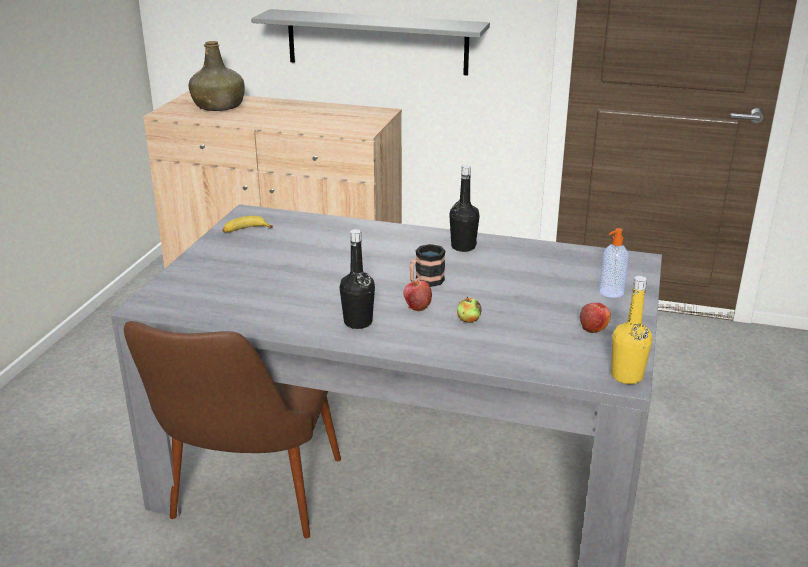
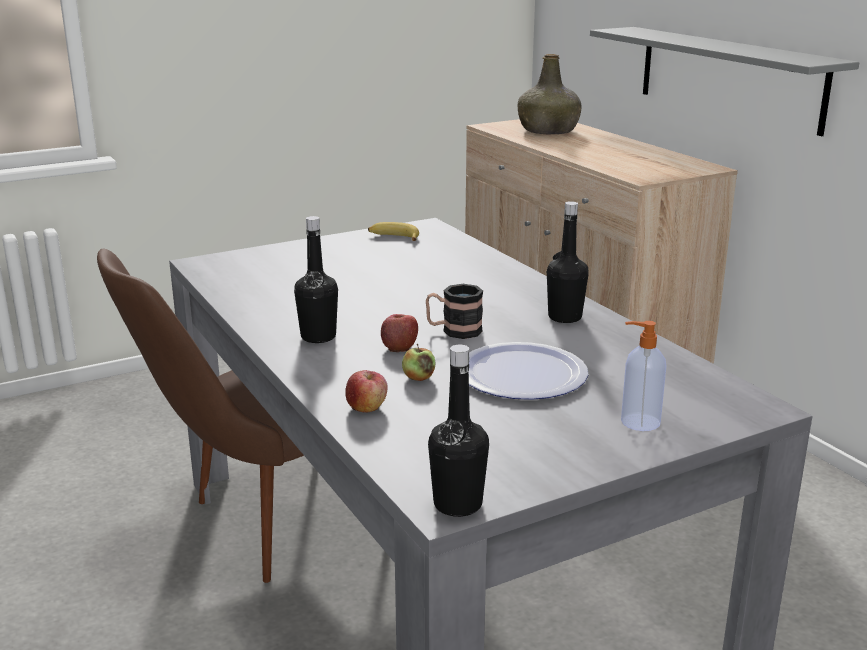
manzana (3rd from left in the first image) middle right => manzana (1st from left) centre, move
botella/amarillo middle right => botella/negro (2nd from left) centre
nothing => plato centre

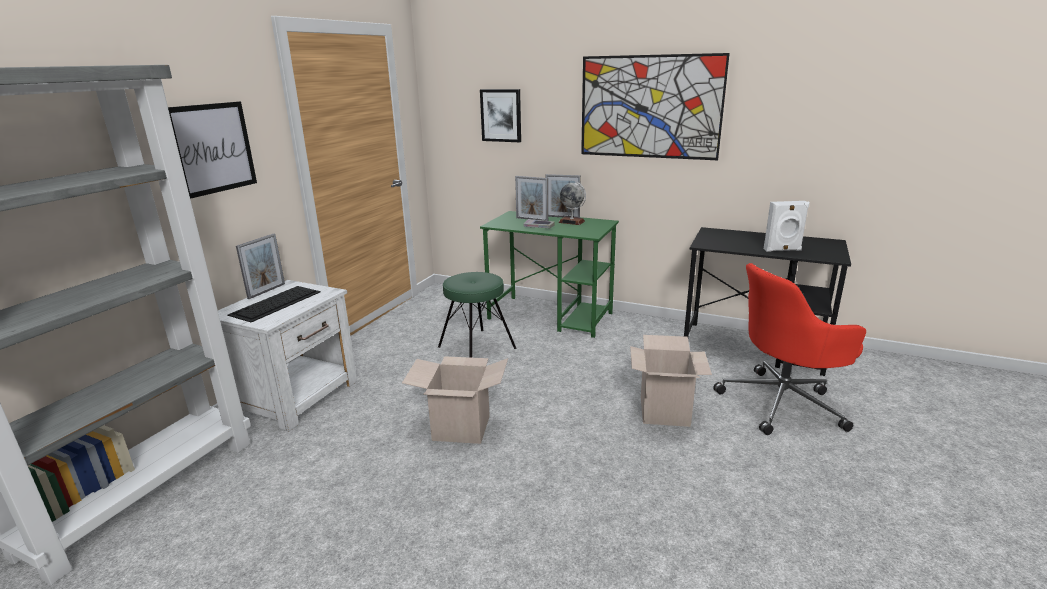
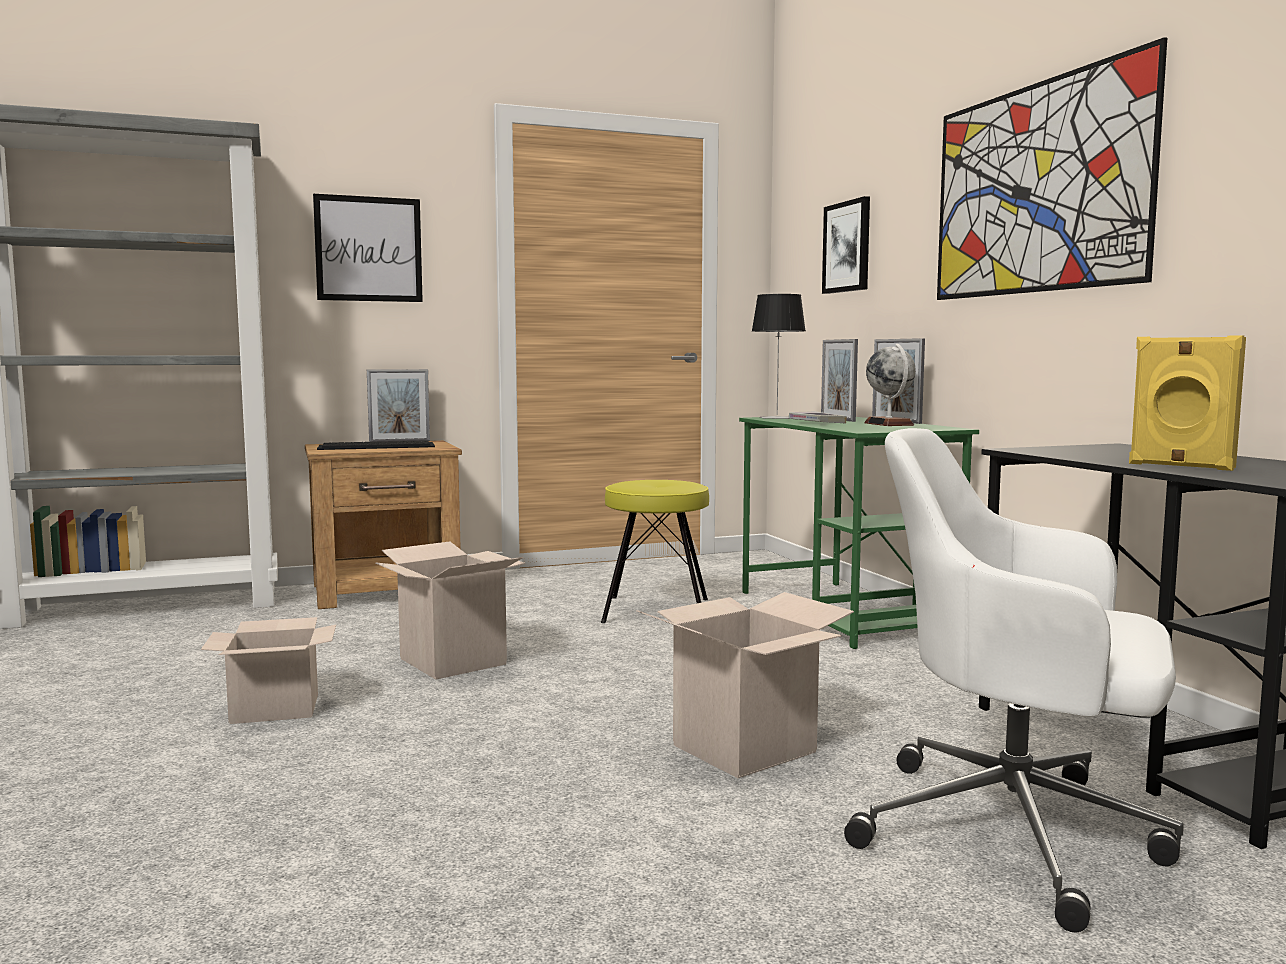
mesita de noche/blanco middle left => mesita de noche/marrón middle left
taburete/verde centre => taburete/amarillo centre
silla de oficina/rojo middle right => silla de oficina/blanco bottom right
altavoz/blanco middle right => altavoz/amarillo middle right
nothing => caja de cartón (1st from left) bottom left
nothing => lámpara de mesa centre

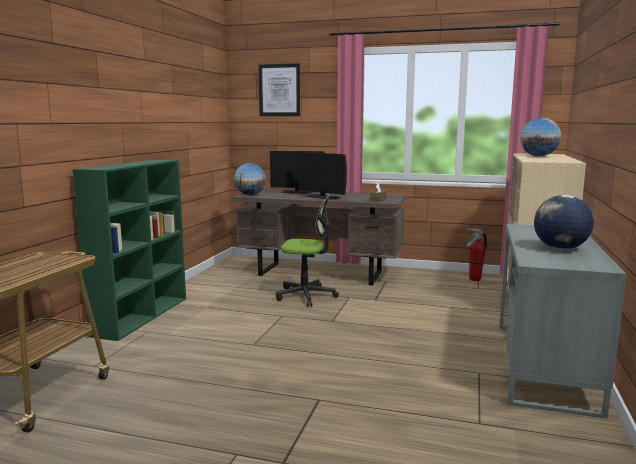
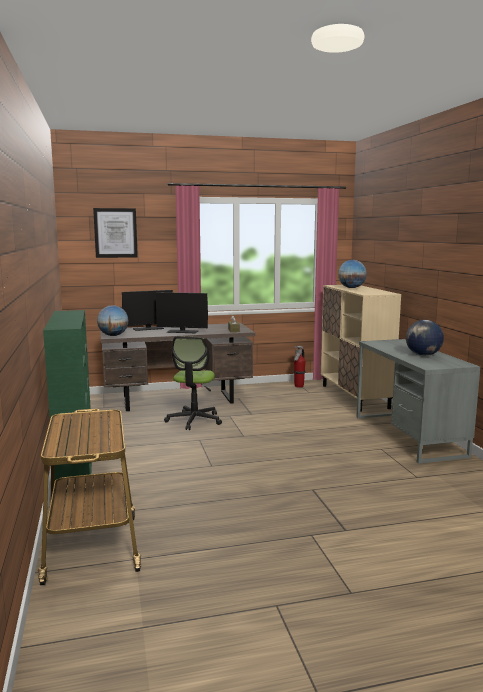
silla de oficina centre, 120 degrees clockwise

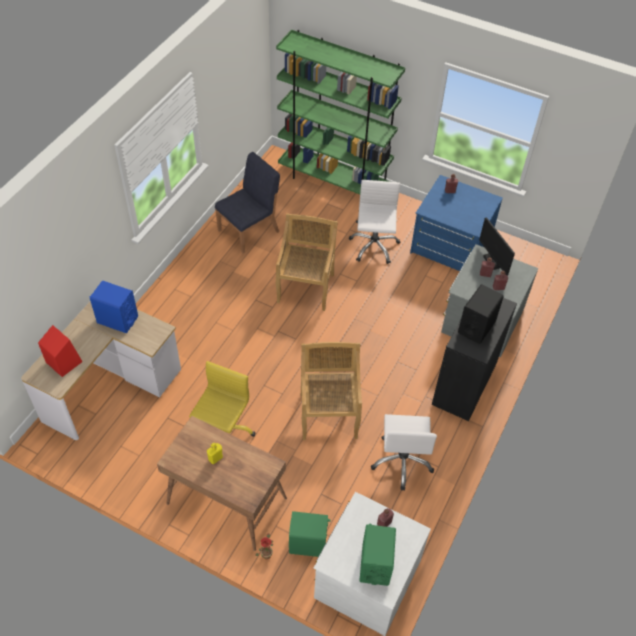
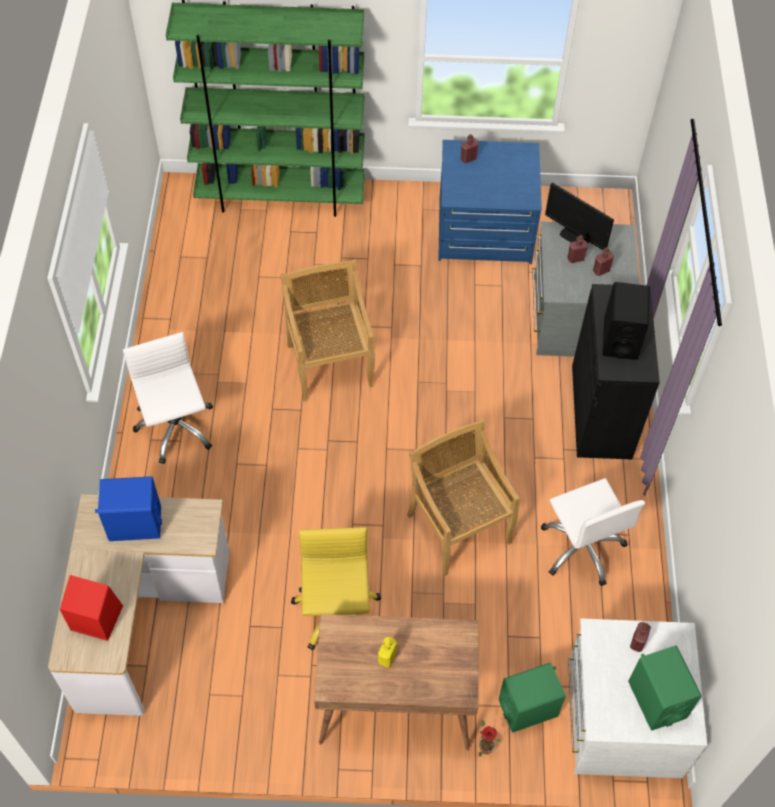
silla/azul top centre => nothing
silla de oficina/blanco (1st from left) centre => silla de oficina/blanco (1st from left) middle left, move

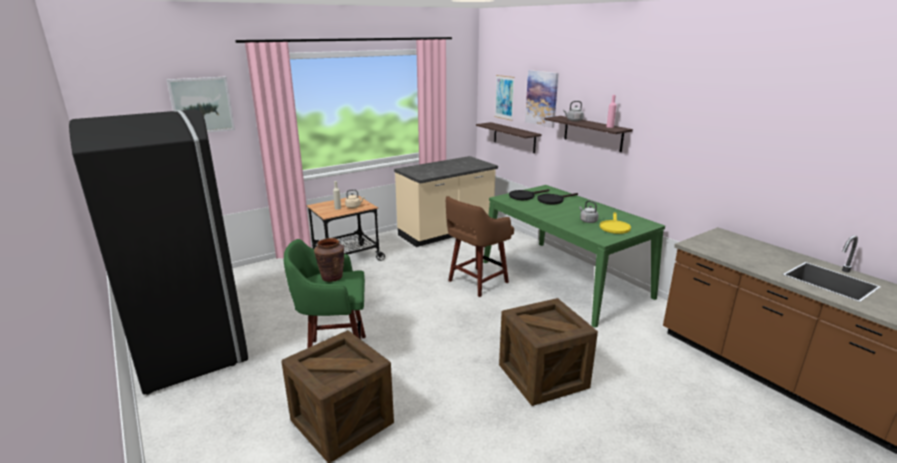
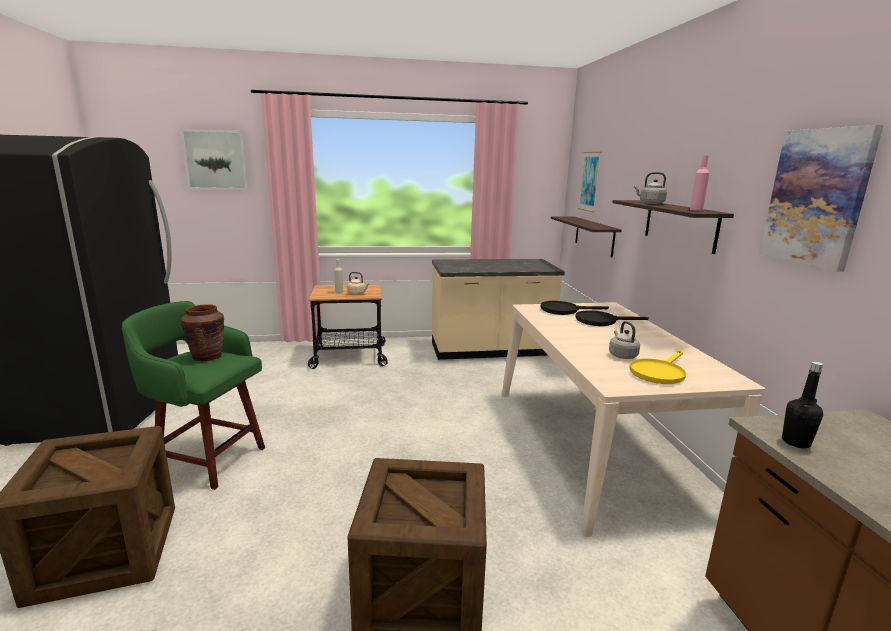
taburete/marrón centre => nothing
mesa de comedor/verde centre => mesa de comedor/beis middle right
cuadro (3rd from left) top centre => cuadro (3rd from left) top right, move
nothing => botella/negro middle right

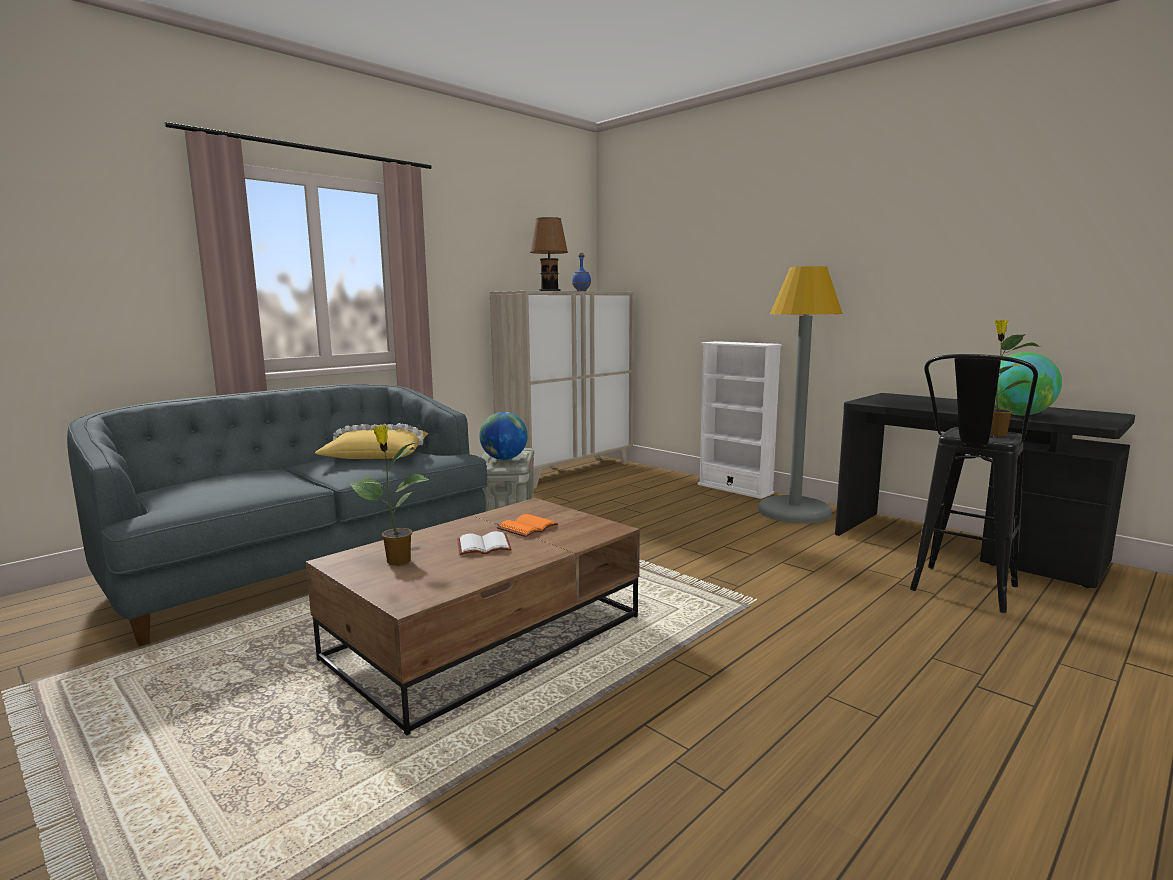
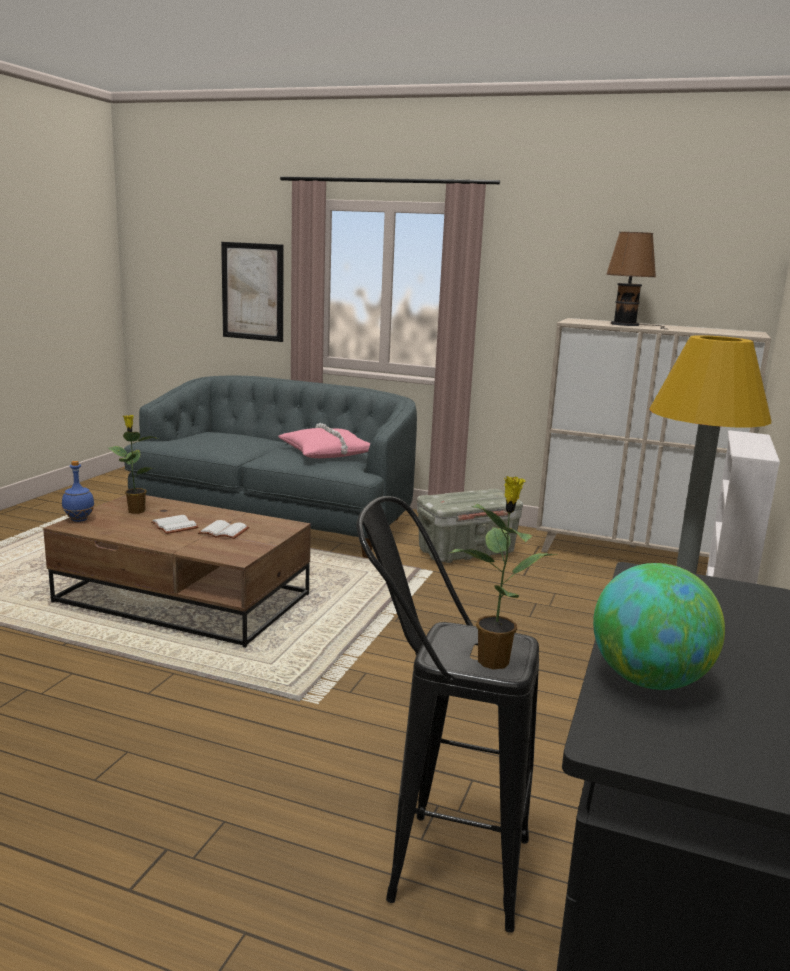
cojín/amarillo middle left => cojín/rosa centre
globo terráqueo (1st from left) centre => nothing
libro/naranja centre => libro/blanco (2nd from left) middle left
botella/azul top centre => botella/azul middle left, move
nothing => cuadro top left

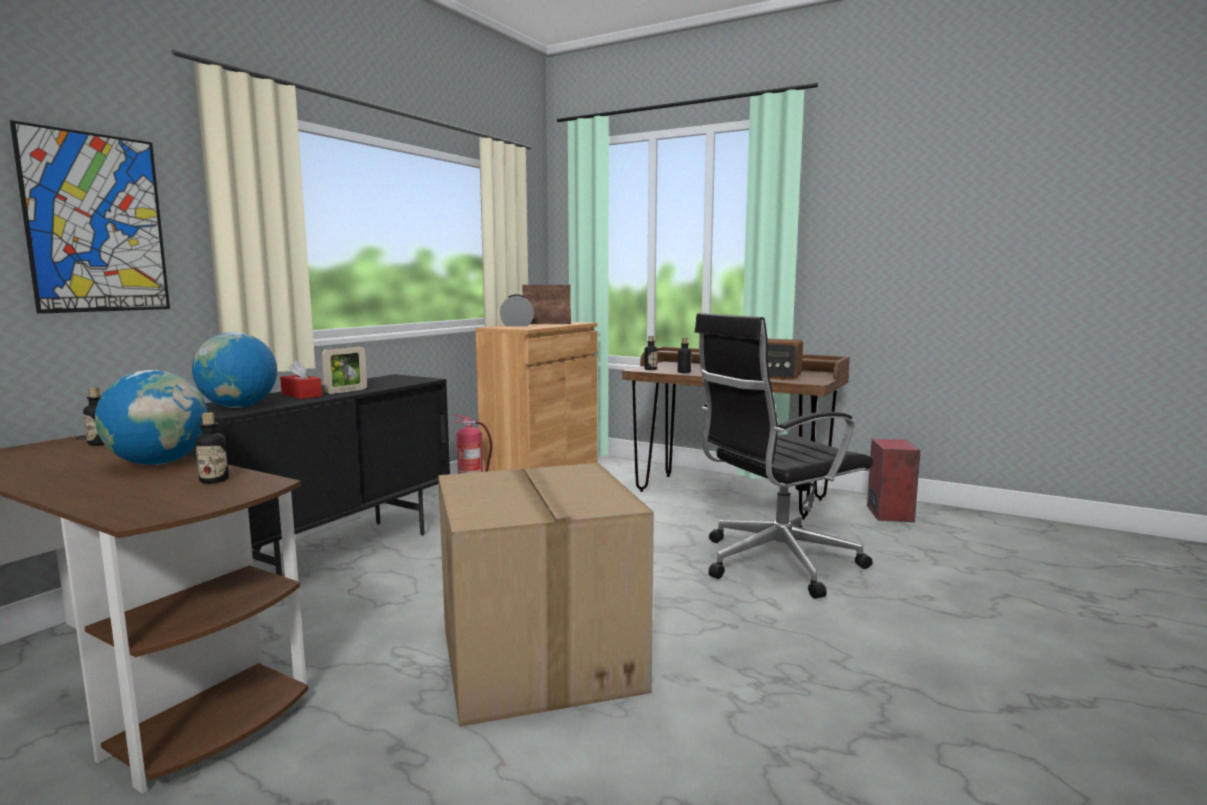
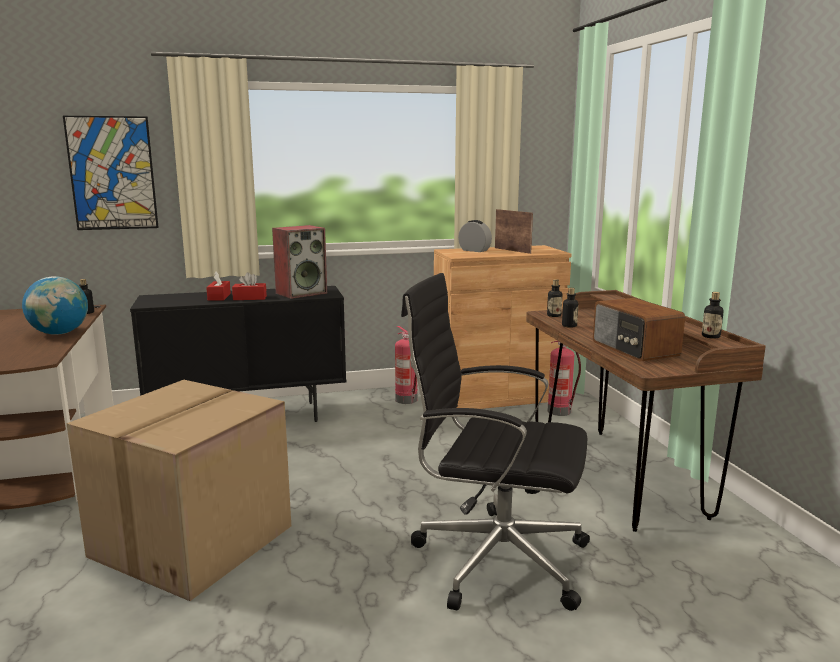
globo terráqueo (2nd from left) middle left => nothing
botella (2nd from left in the first image) middle left => botella (4th from left) middle right, move
portarretratos (1st from left) middle left => caja de pañuelos/rojo (2nd from left) middle left
altavoz middle right => altavoz centre, move
nothing => extintor (2nd from left) middle right

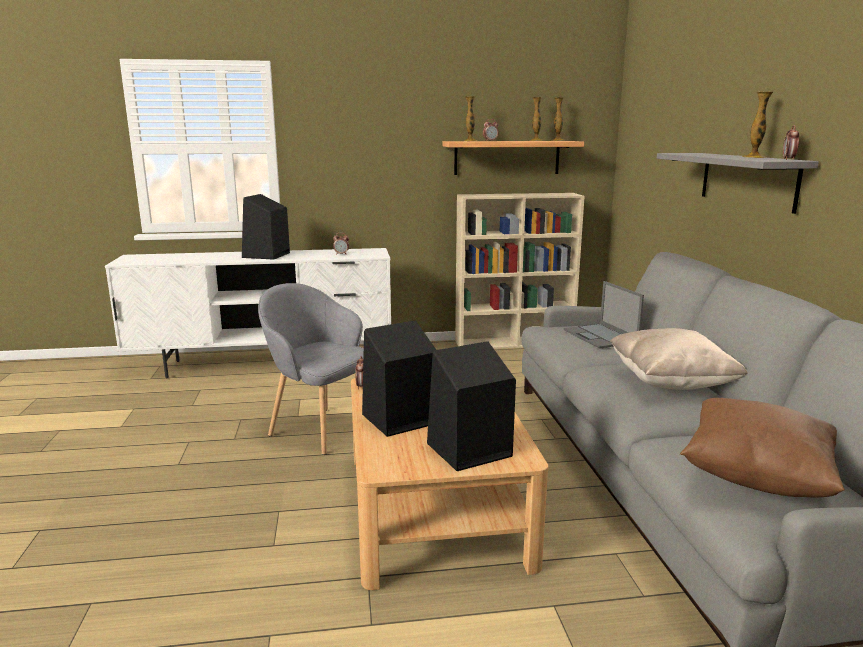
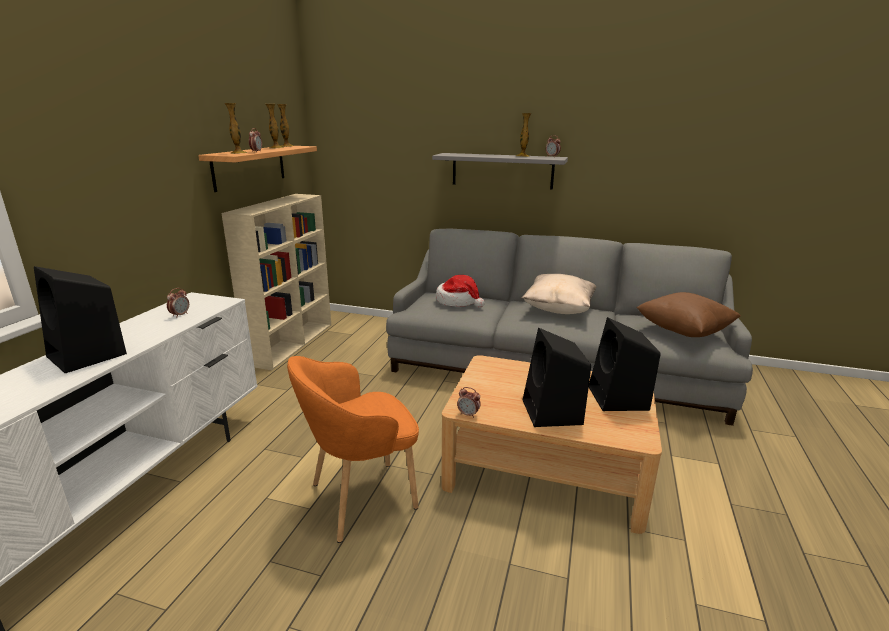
sillón/gris centre => sillón/naranja bottom centre
portátil middle right => sombrero centre

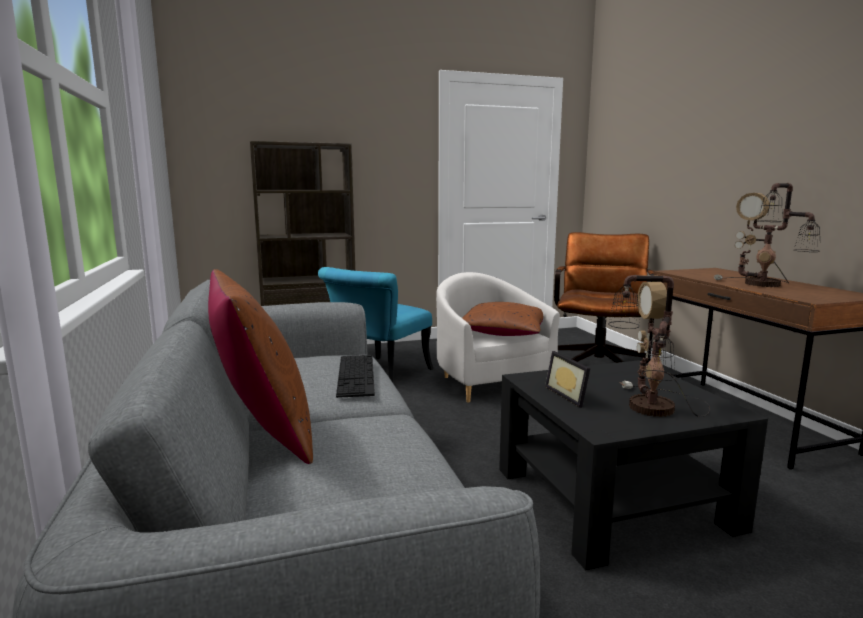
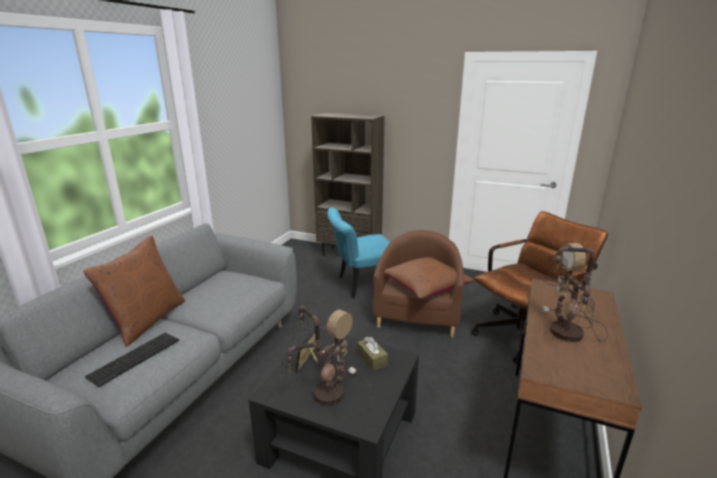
teclado centre => teclado bottom left, move
sillón/blanco centre => sillón/marrón centre
nothing => caja de pañuelos/marrón bottom centre

